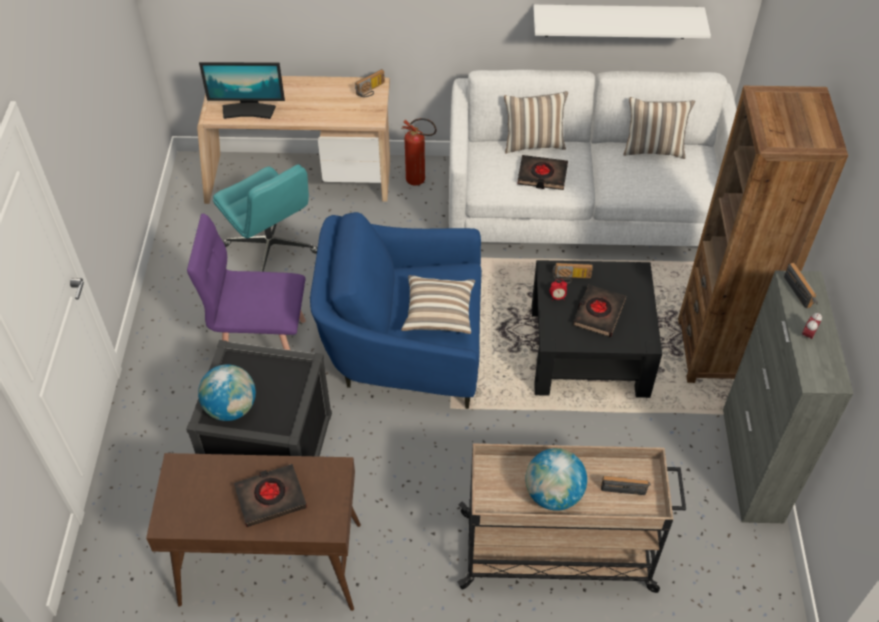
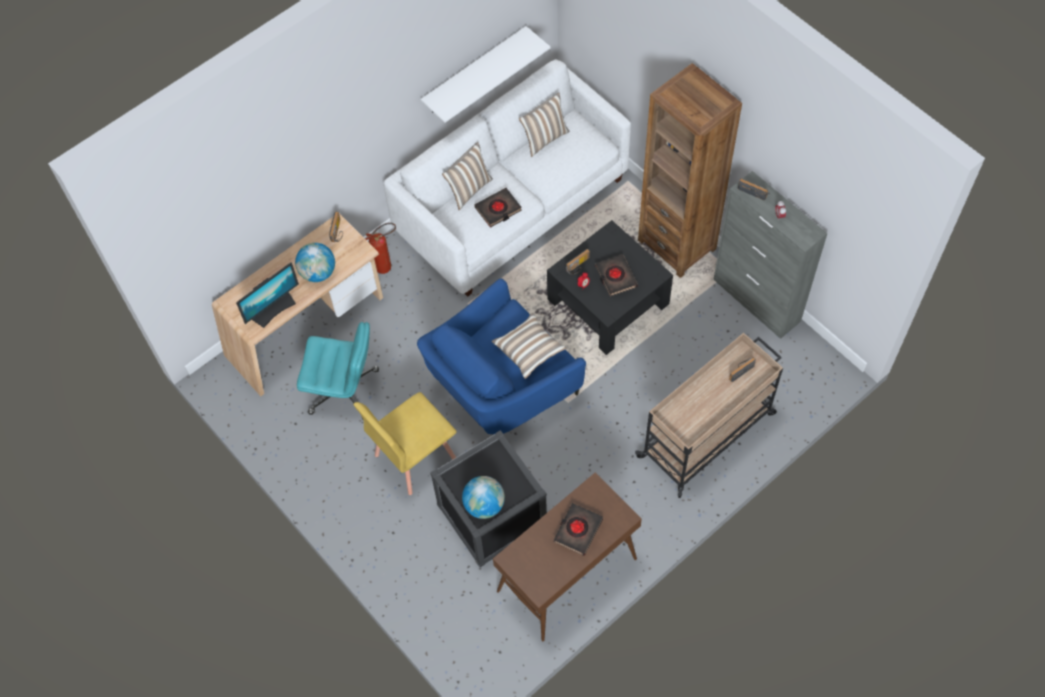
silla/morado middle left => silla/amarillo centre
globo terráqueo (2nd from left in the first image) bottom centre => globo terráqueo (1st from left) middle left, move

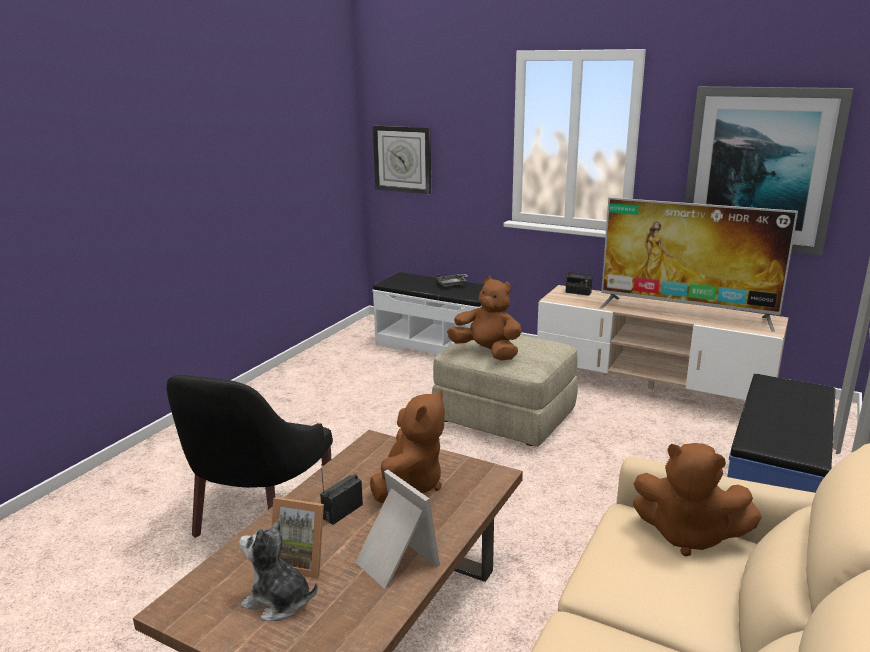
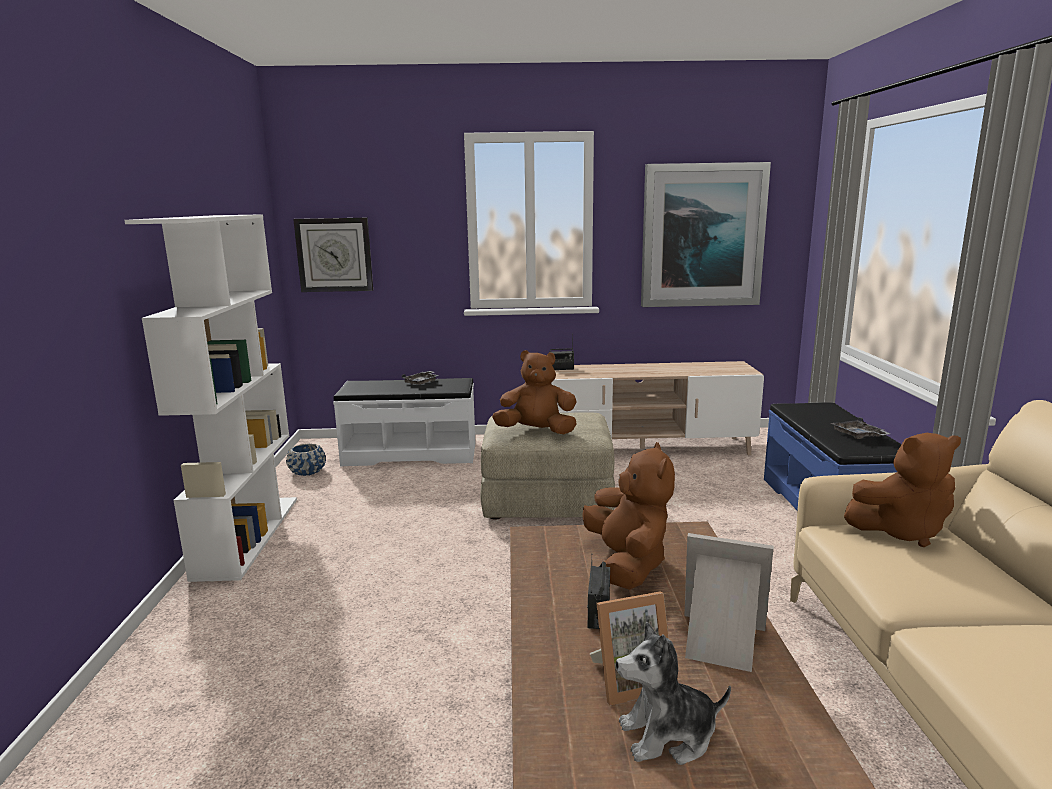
sillón/negro bottom left => nothing
televisor middle right => nothing
nothing => estantería/blanco middle left
nothing => maceta/azul middle left
nothing => bandeja/gris (2nd from left) middle right

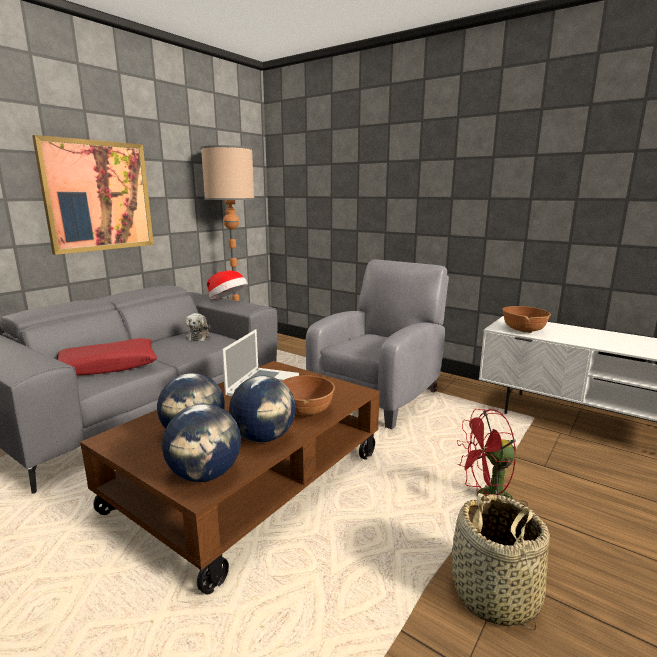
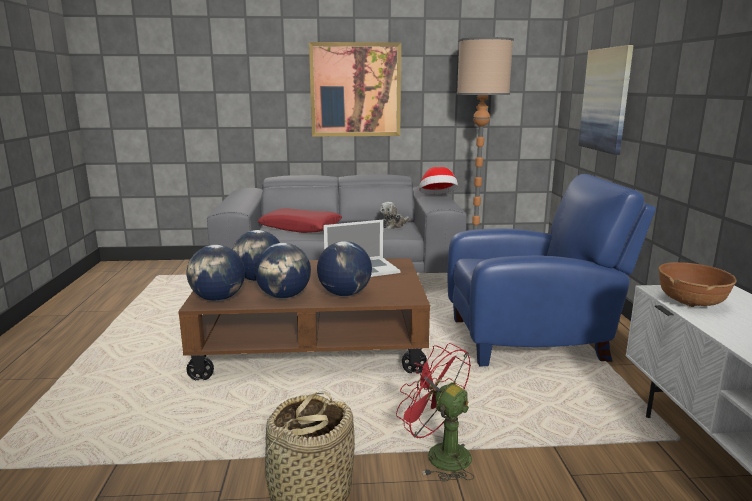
cuenco/marrón (1st from left) centre => globo terráqueo (4th from left) centre
sillón/gris centre => sillón/azul middle right
nothing => cuadro (2nd from left) top right

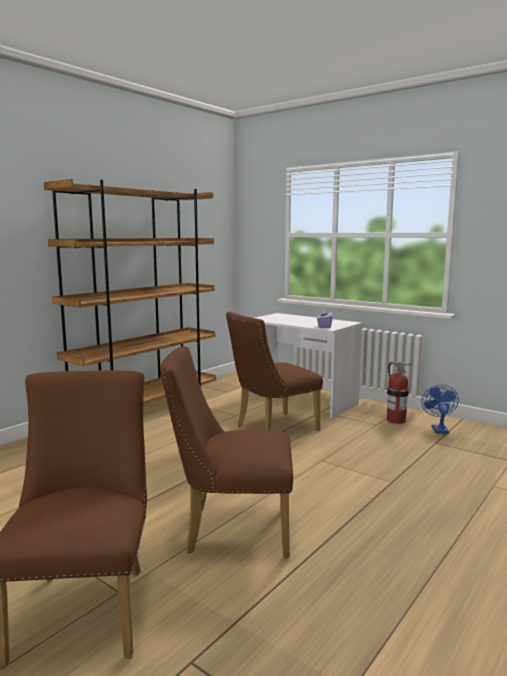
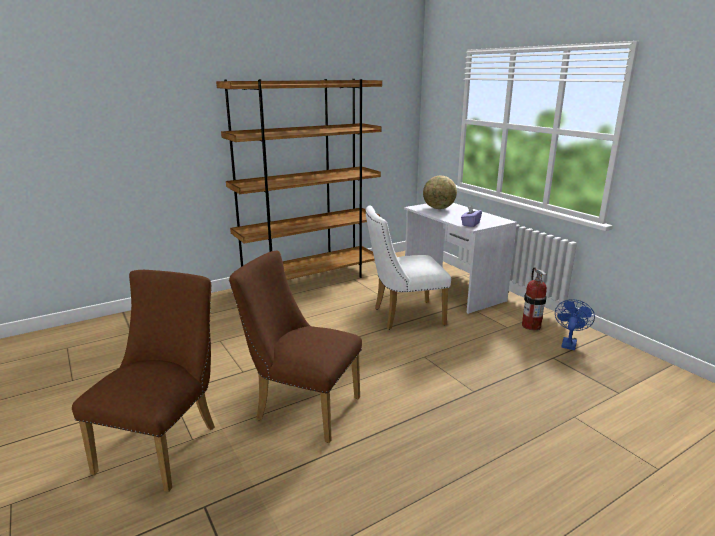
silla/marrón (3rd from left) centre => silla/blanco centre
nothing => globo terráqueo centre

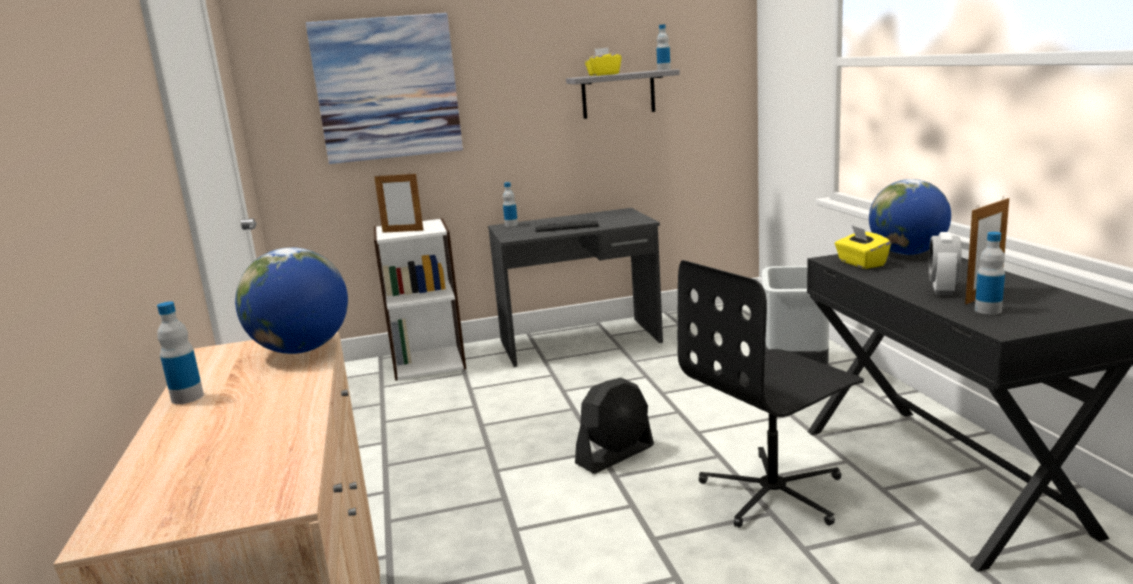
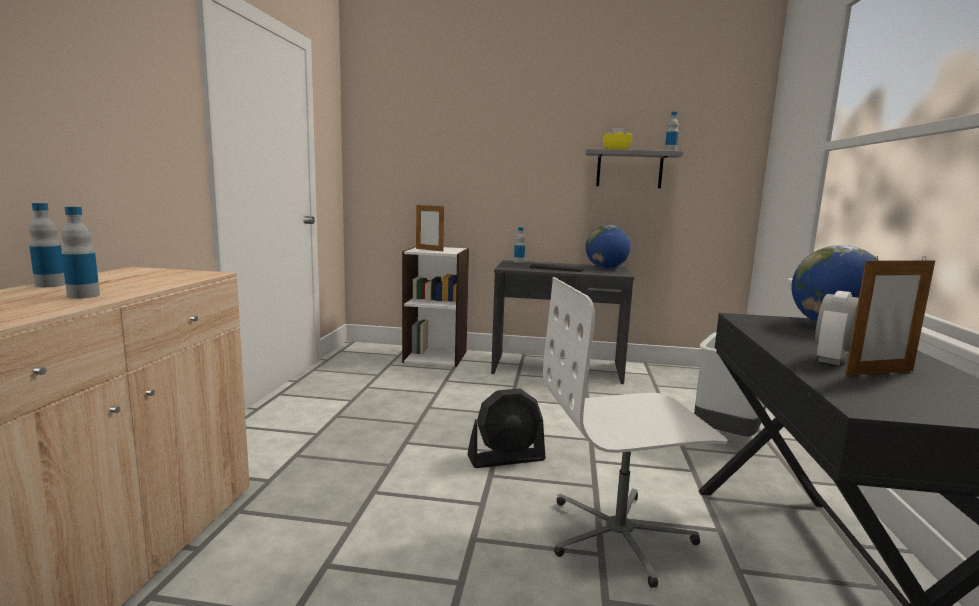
globo terráqueo (1st from left) middle left => globo terráqueo (1st from left) centre, move
cuadro top centre => nothing
silla de oficina/negro bottom right => silla de oficina/blanco bottom centre
caja de pañuelos/amarillo (2nd from left) middle right => nothing
botella (4th from left in the first image) middle right => botella (2nd from left) middle left, move

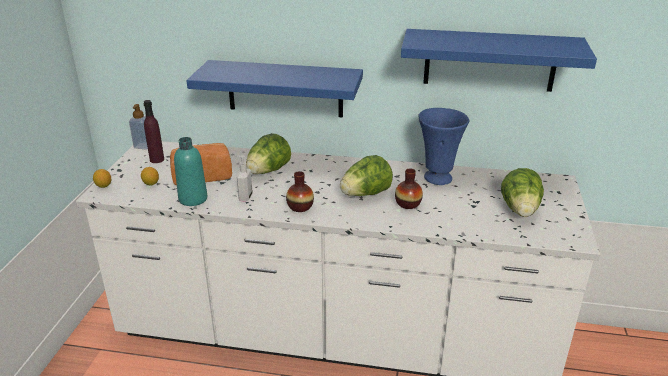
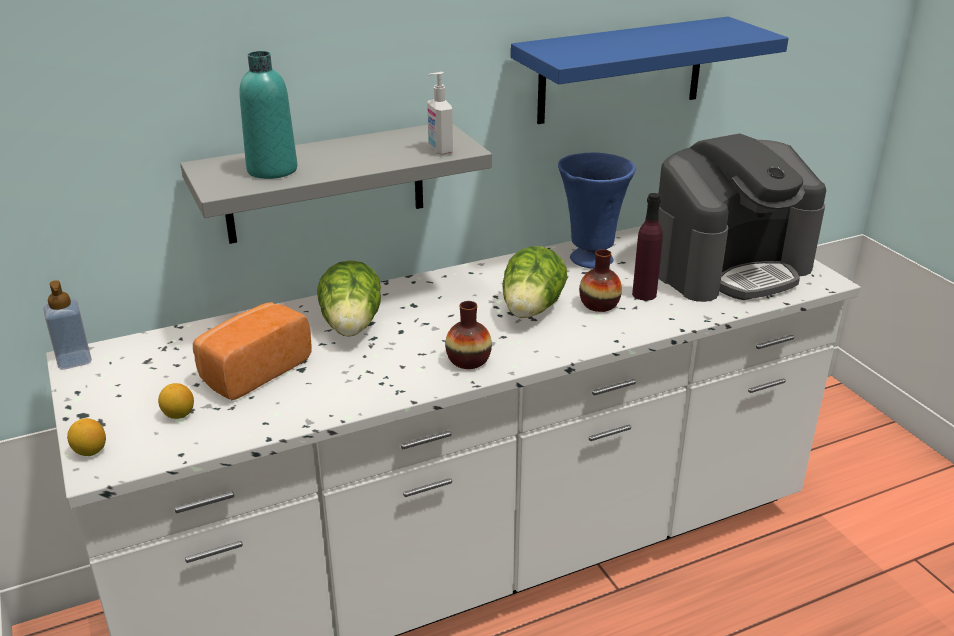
botella/morado middle left => botella/morado middle right, move
botella/turquesa middle left => botella/turquesa top left, move
estante/azul (1st from left) top centre => estante/gris top centre
dispensador de jabón (2nd from left) centre => dispensador de jabón (2nd from left) top centre, move
lechuga (3rd from left) middle right => cafetera middle right

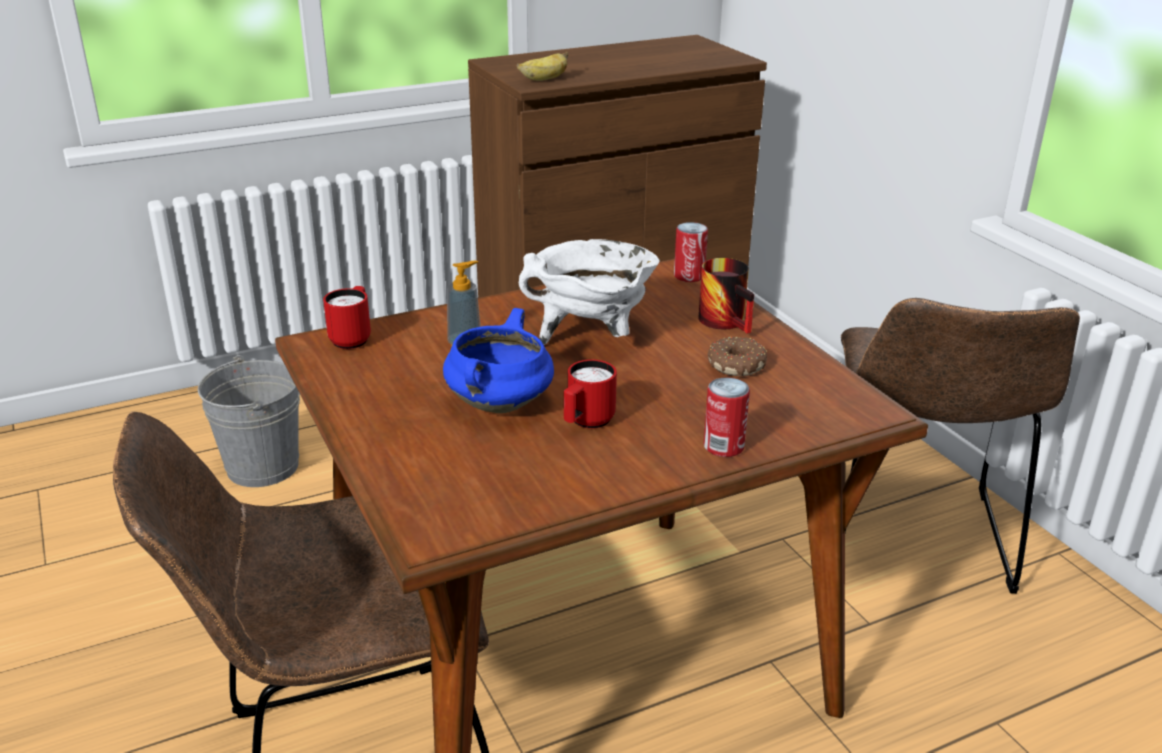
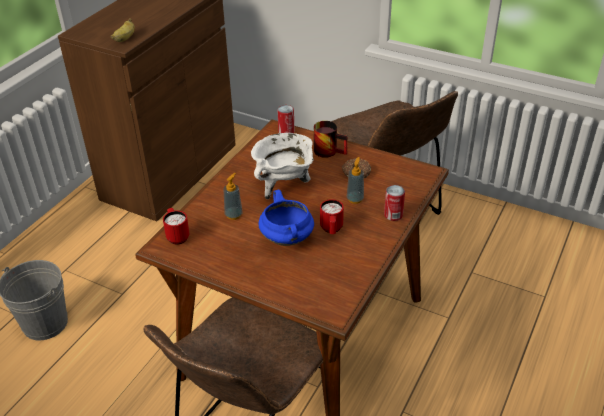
nothing => dispensador de jabón (2nd from left) centre

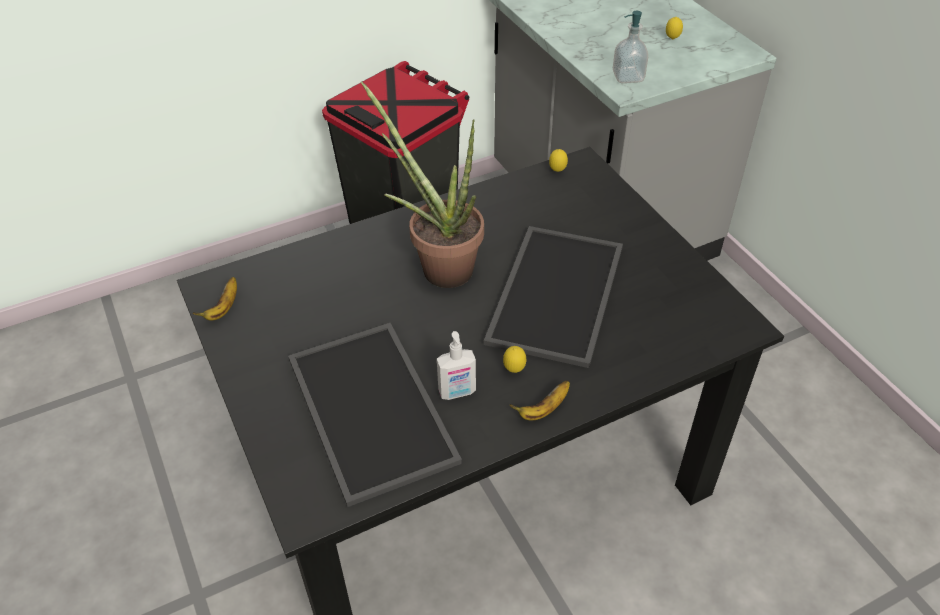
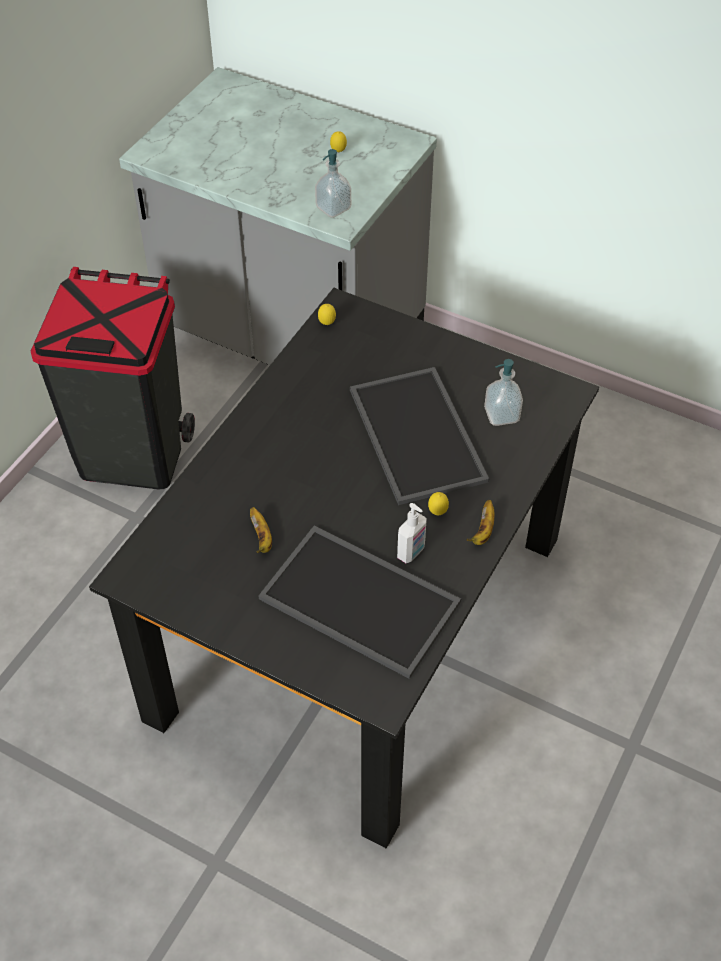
plátano (1st from left) middle left => plátano (1st from left) centre, move
planta en maceta top centre => nothing
nothing => dispensador de jabón (3rd from left) middle right

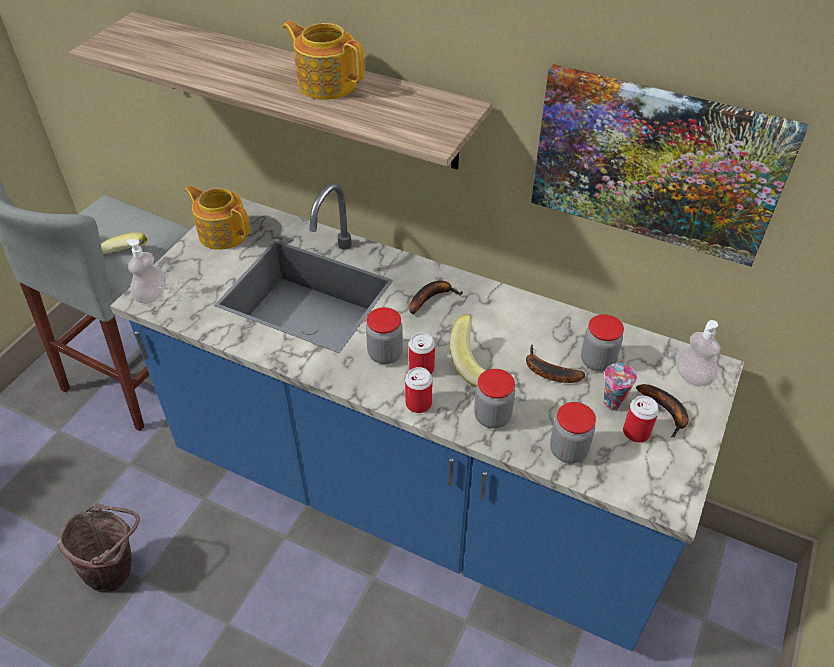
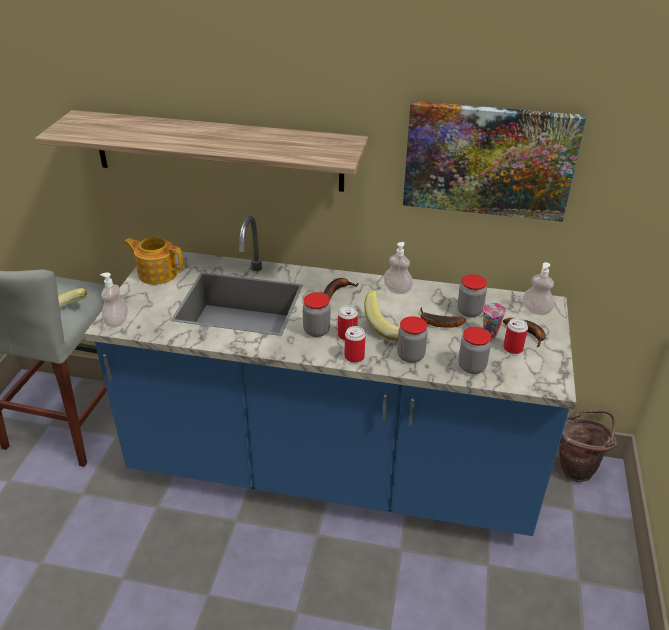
cubo/marrón bottom left => cubo/marrón bottom right, move
tetera (2nd from left) top centre => nothing
nothing => dispensador de jabón (2nd from left) centre

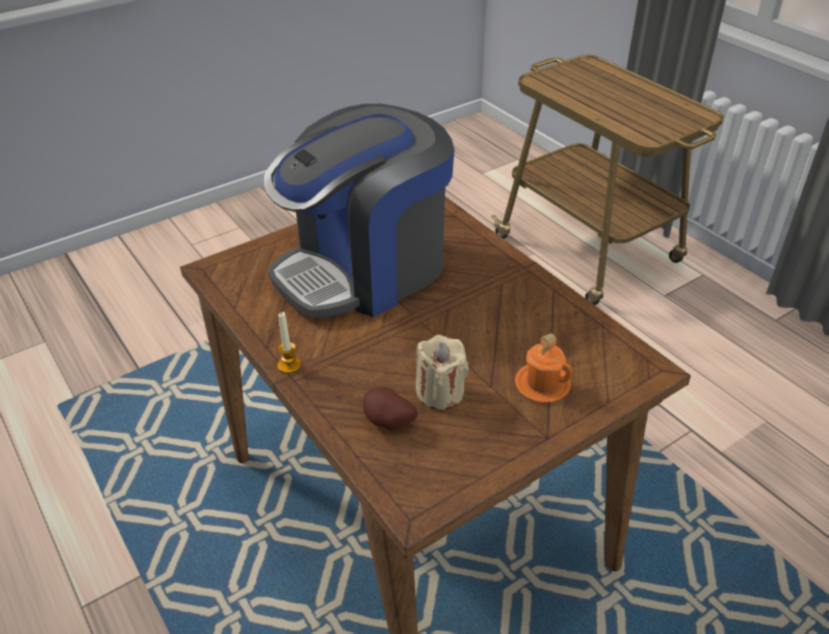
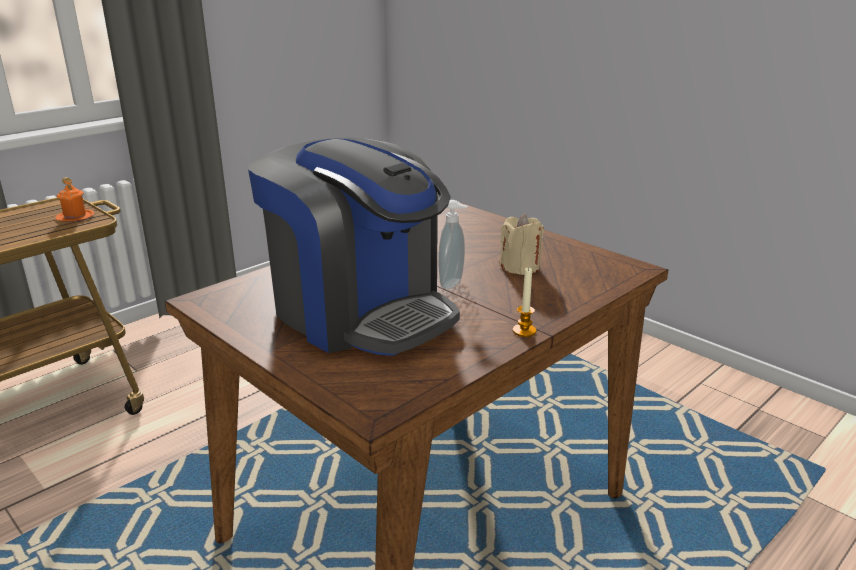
patata centre => nothing
taza grande/naranja centre => taza grande/naranja middle left, move
nothing => dispensador de jabón centre

